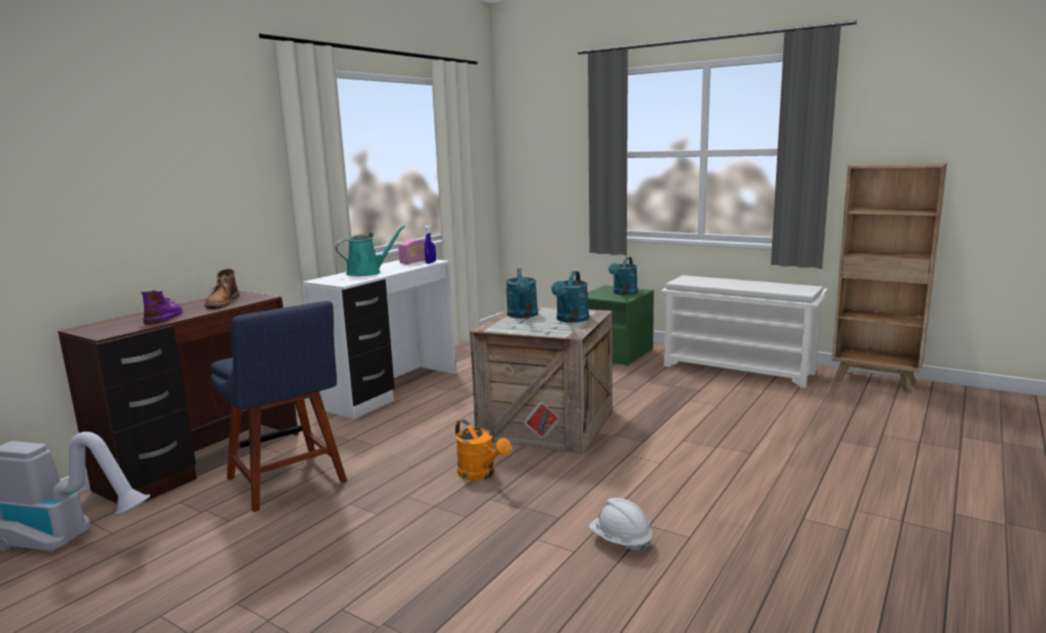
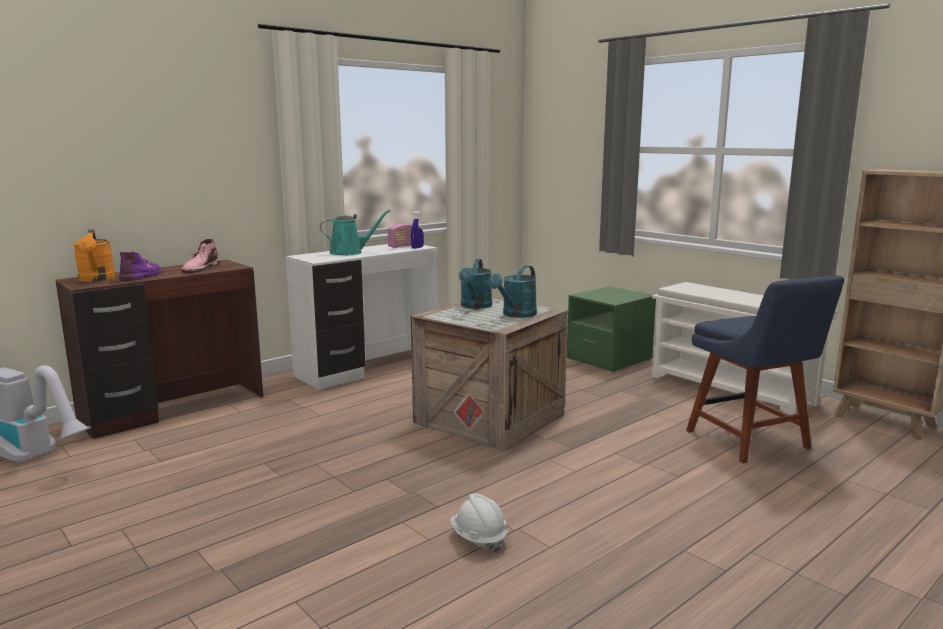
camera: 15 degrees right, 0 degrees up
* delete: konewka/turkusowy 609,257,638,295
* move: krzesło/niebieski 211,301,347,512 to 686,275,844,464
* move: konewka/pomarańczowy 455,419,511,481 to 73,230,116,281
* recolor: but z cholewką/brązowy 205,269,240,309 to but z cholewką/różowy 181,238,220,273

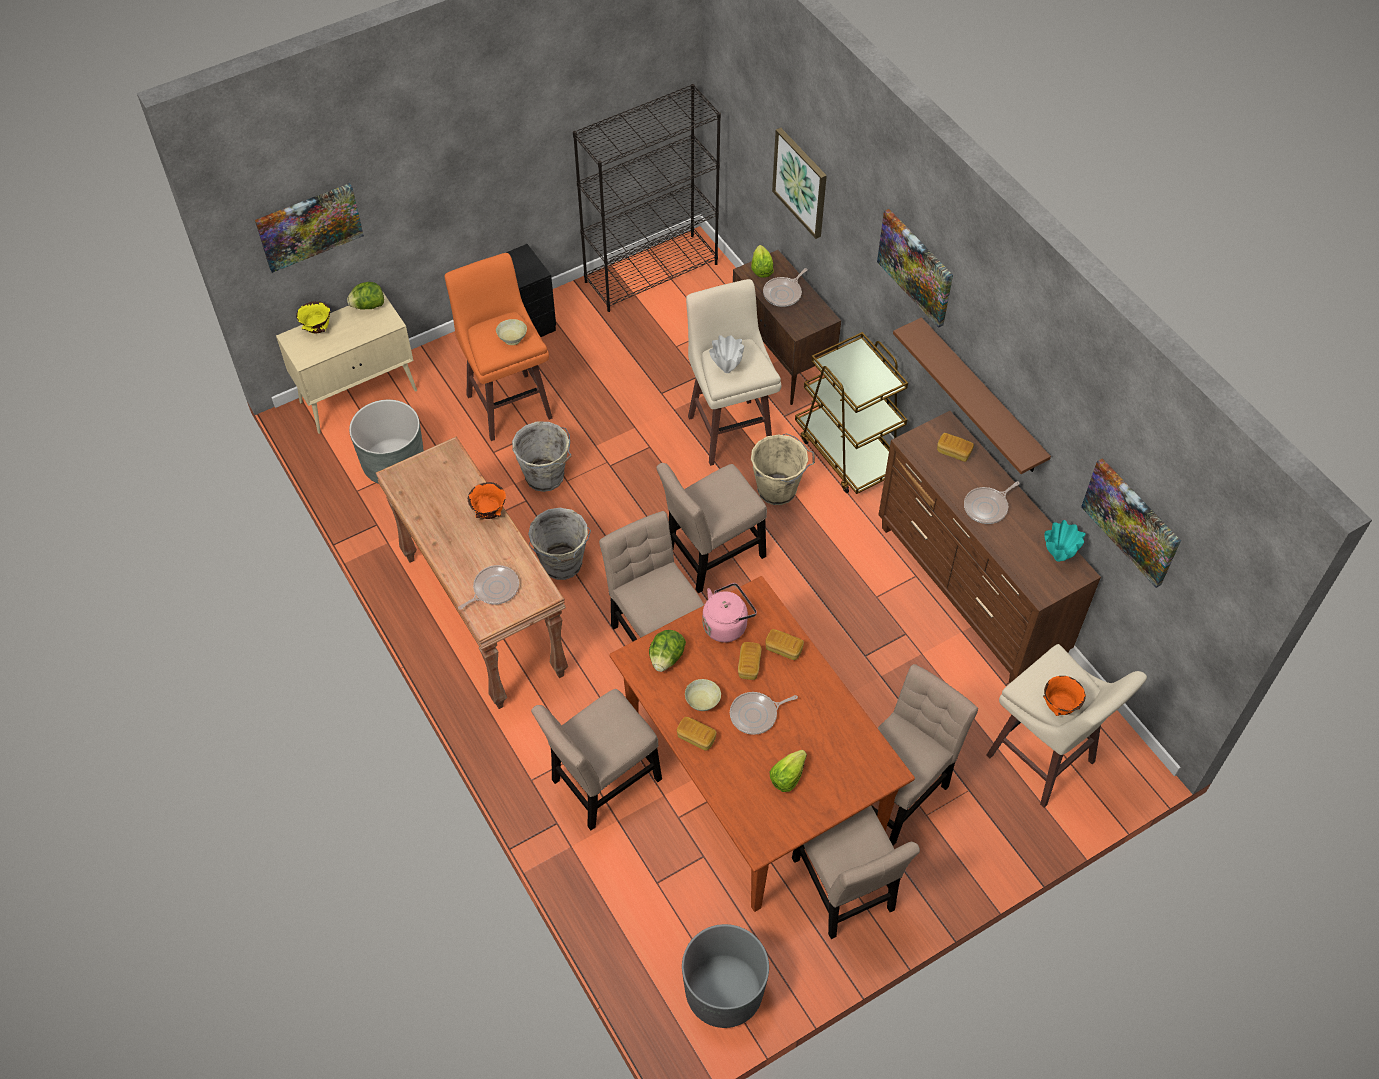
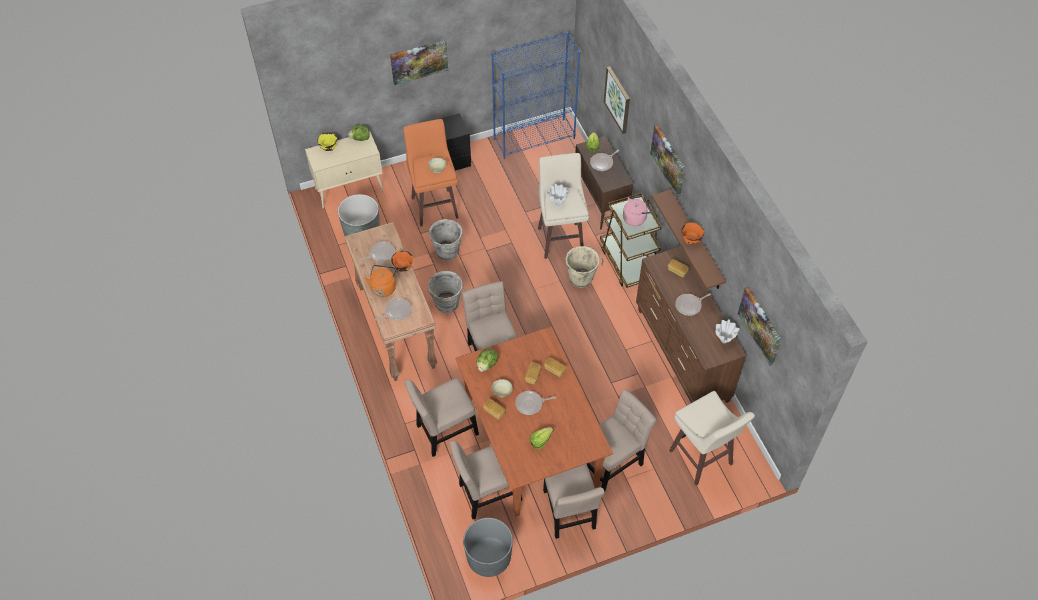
camera: 10 degrees right, 0 degrees up
* insert: patelnia 359,242,395,262
* insert: czajnik/pomarańczowy 364,265,396,297
* move: obraz 255,183,364,273 to 390,40,448,85
* move: krzesło/beżowy 656,463,767,593 to 449,441,522,519
* move: czajnik/różowy 703,583,757,642 to 623,196,652,226
* move: miska/pomarańczowy 1043,676,1086,716 to 681,223,704,244
* recolor: regał/czarny 573,84,721,312 to regał/niebieski 491,32,580,159
* recolor: wazon/turkusowy 1045,520,1086,562 to wazon/biały 715,319,740,343

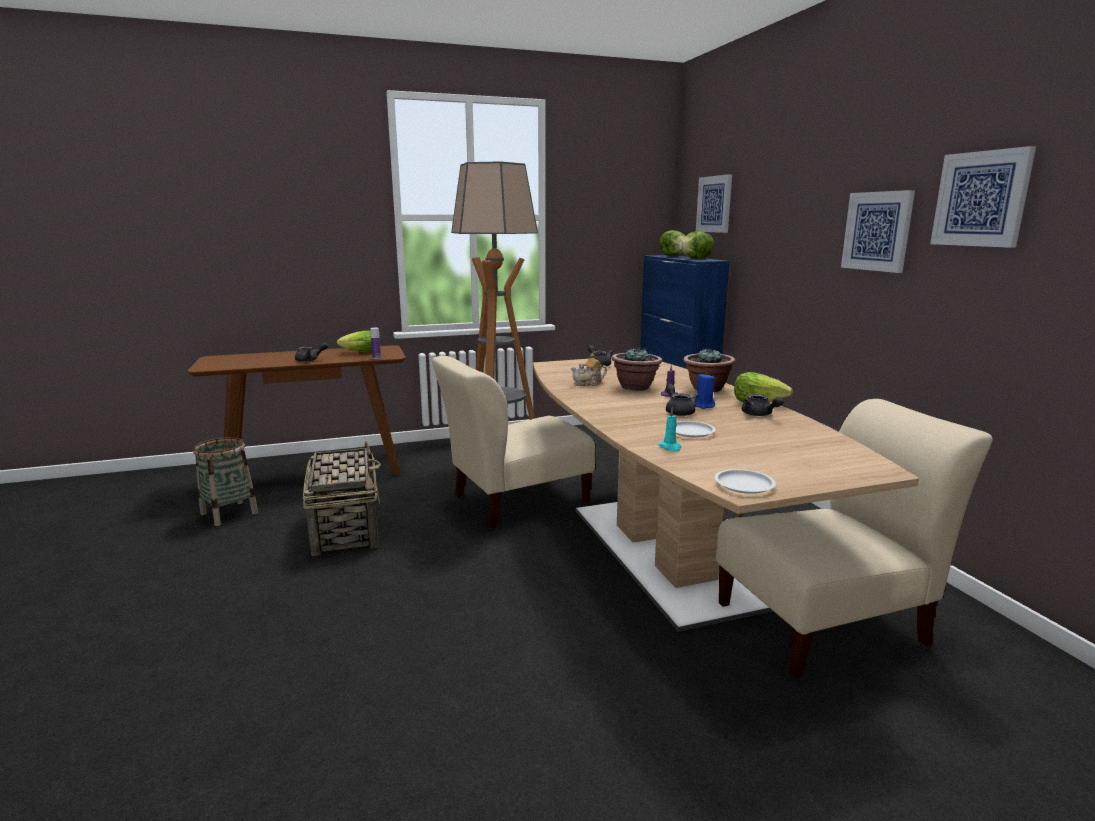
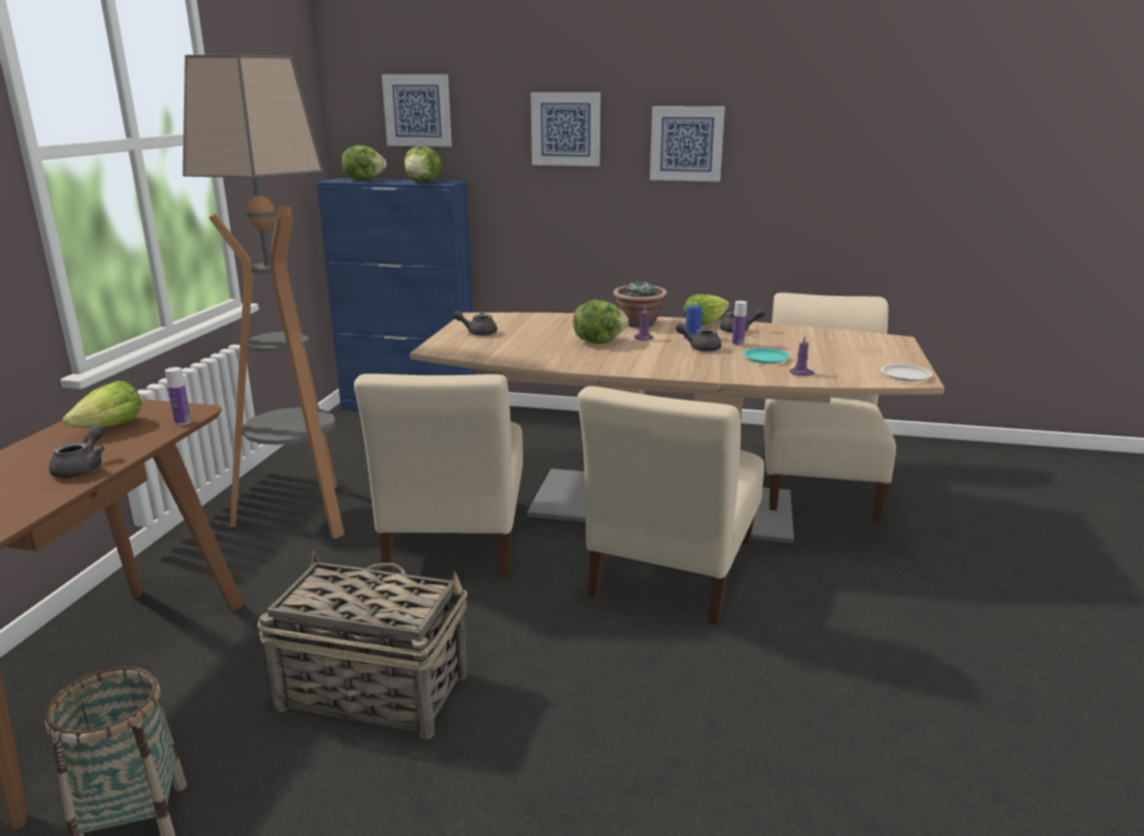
camera: 60 degrees left, 5 degrees up
* delete: imbryk 571,353,607,386
* insert: krzesło/beżowy 577,386,764,625
* insert: butelka 732,301,747,346
* move: obraz 930,146,1036,248 to 531,92,601,166
* replace: roślina doniczkowa 612,347,662,391 to sałata 573,300,629,344
* recolor: świeca/turkusowy 658,408,681,452 to świeca/fioletowy 790,336,815,376
* recolor: talerz/biały 676,421,715,437 to talerz/turkusowy 743,348,790,364

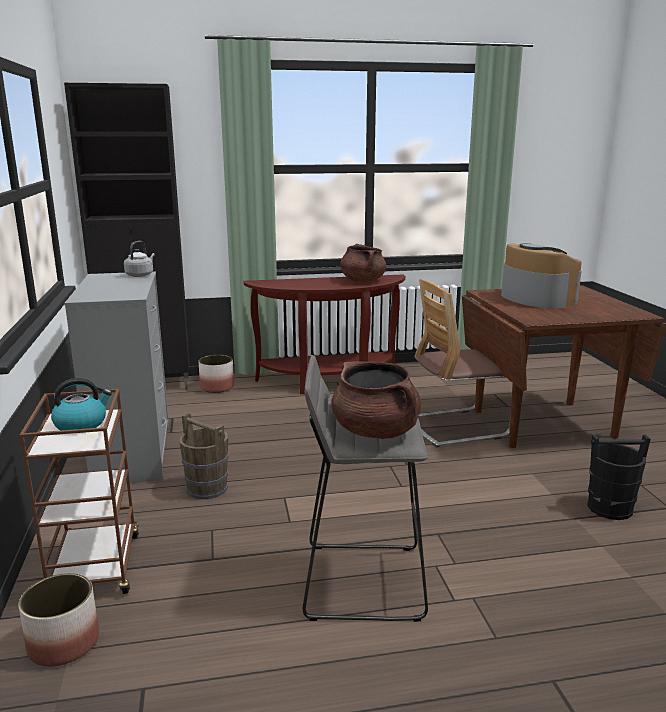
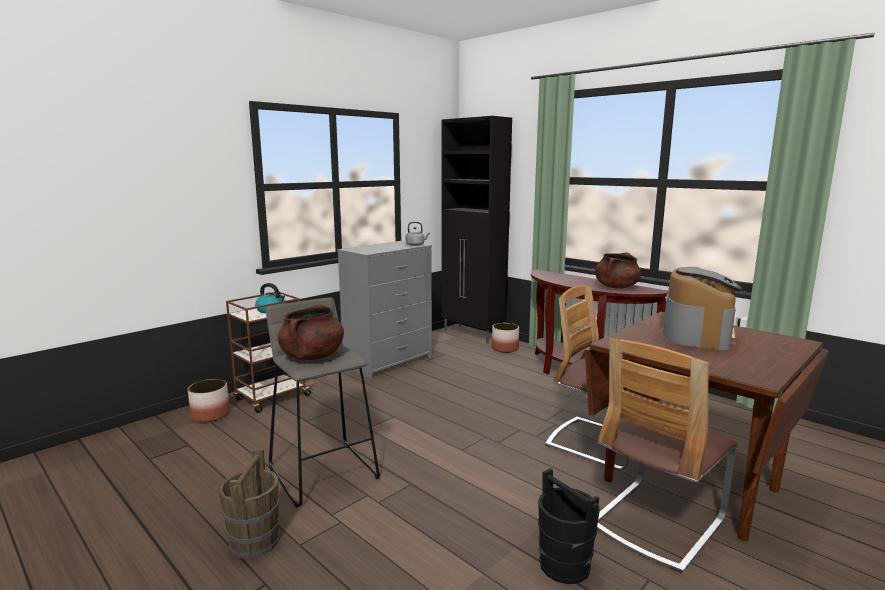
camera: 55 degrees right, 5 degrees down
* insert: krzesło 597,338,738,573
* move: wiadro/brązowy 179,413,229,499 to 219,449,279,559

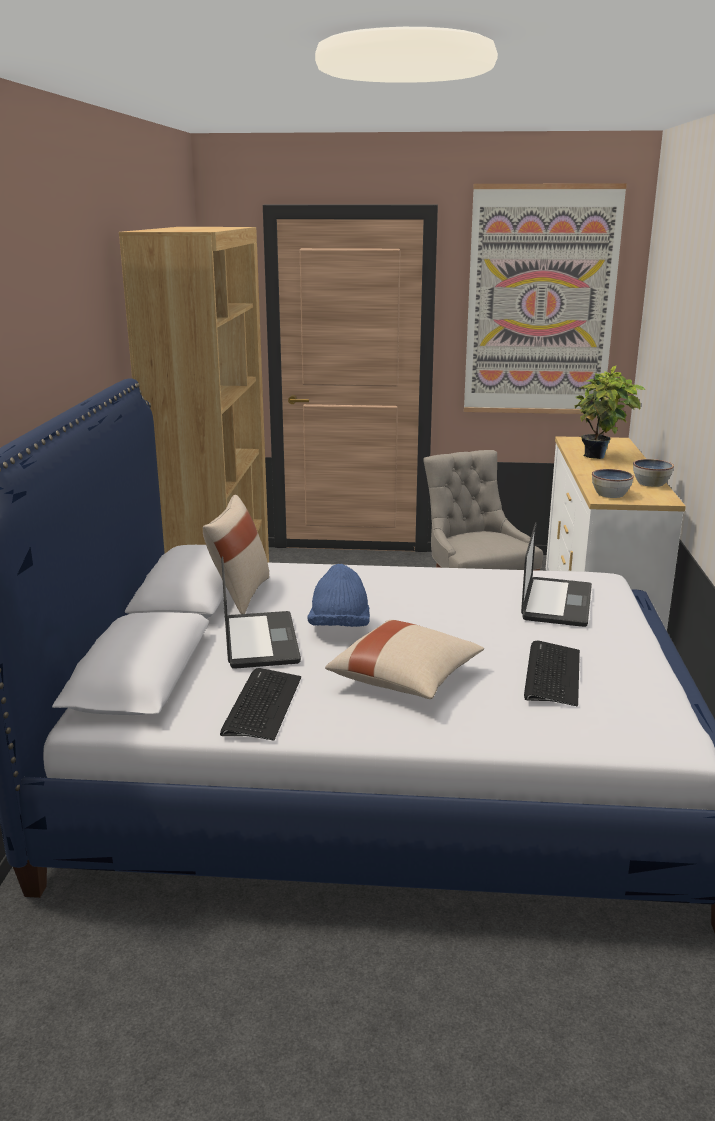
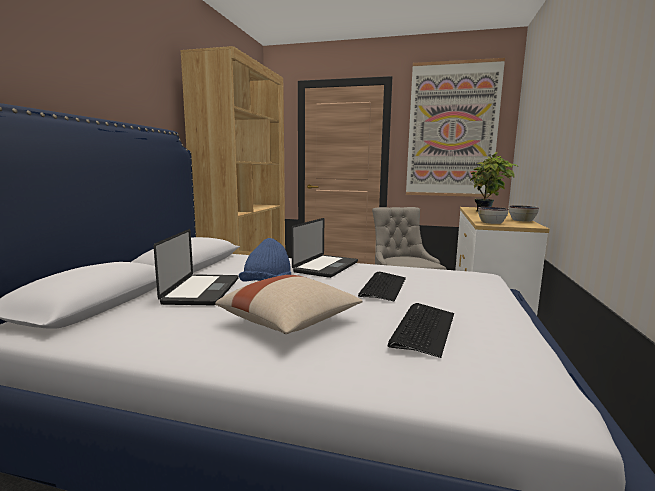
camera: 10 degrees right, 10 degrees down
* delete: poduszka/beżowy 203,495,269,614
* move: klawiatura 220,668,301,740 to 358,271,406,302
* move: laptop 521,522,592,627 to 292,218,358,278

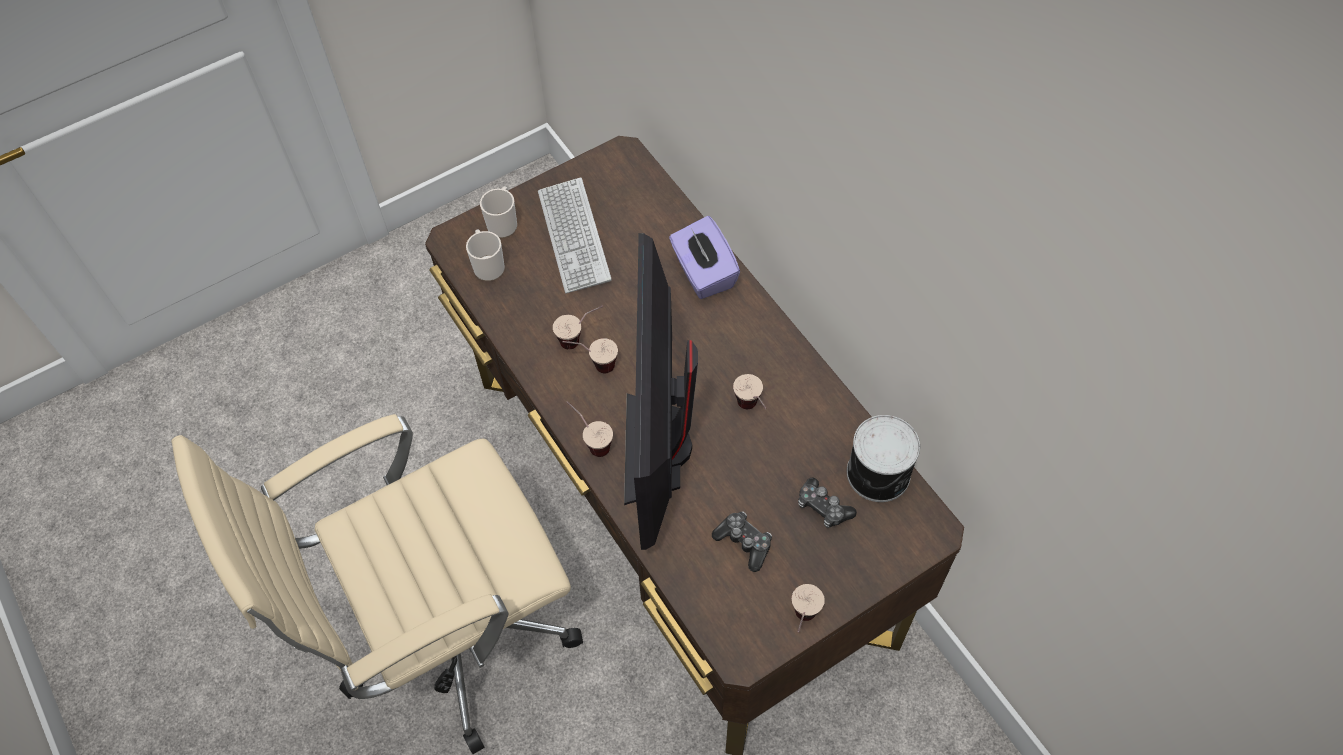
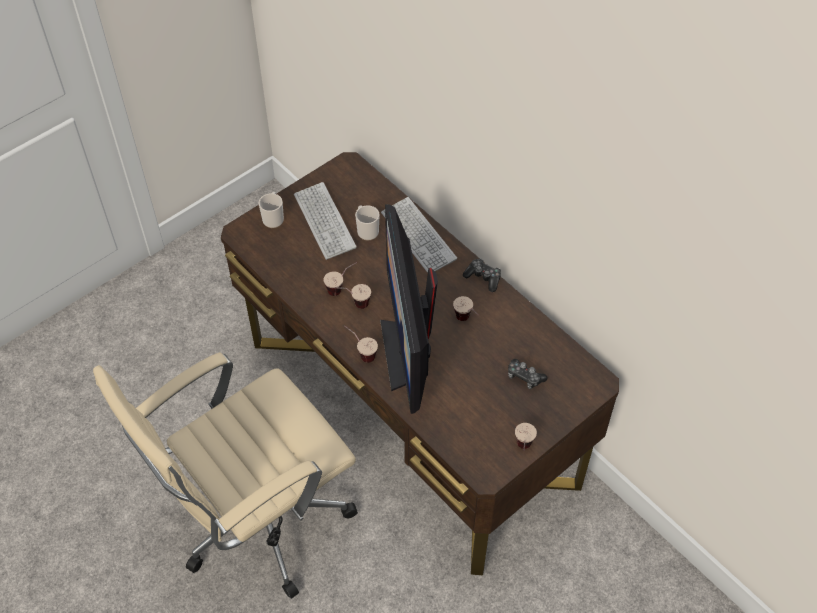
camera: 10 degrees left, 5 degrees down
* delete: puszka 847,415,920,502
* move: kubek 466,230,505,281 to 355,205,380,240
* move: pad do gier 712,511,772,572 to 463,258,501,292
* replace: pudełko chusteczek/fioletowy 669,216,740,299 to klawiatura 381,197,457,273

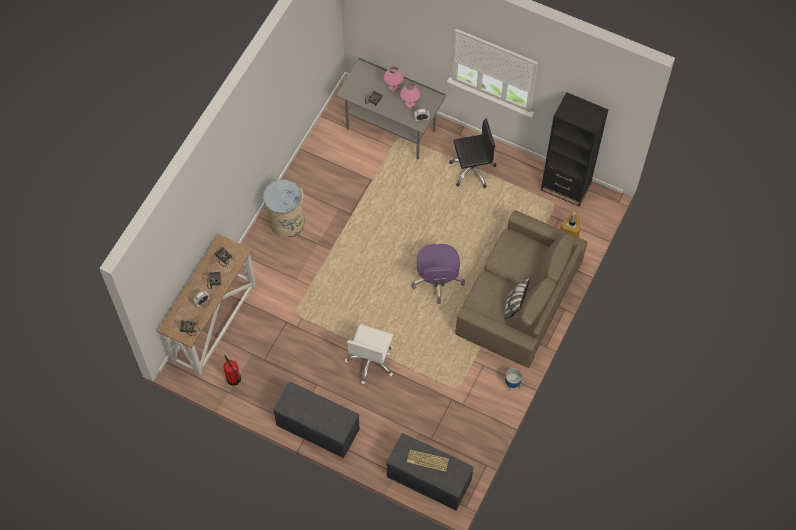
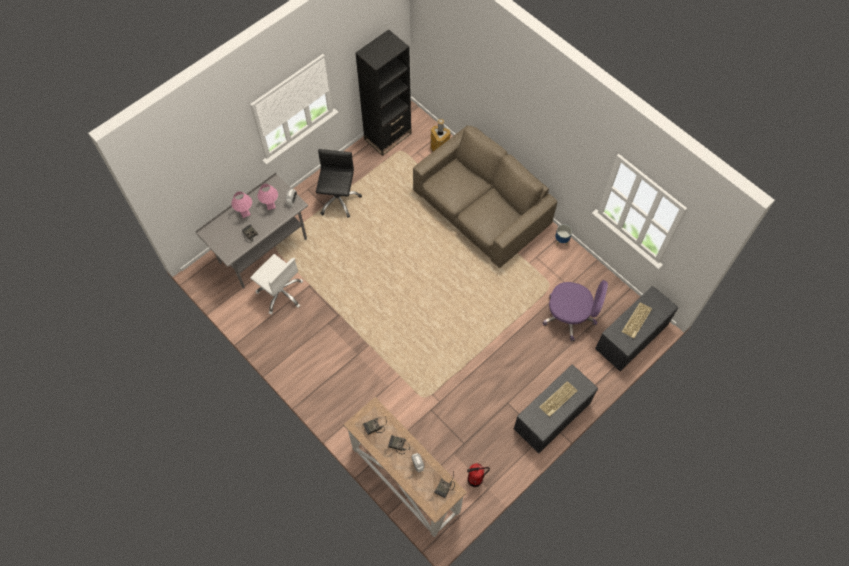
camera: 70 degrees left, 0 degrees up
* delete: kosz na śmieci/beżowy 263,179,305,238
* delete: poduszka 504,278,530,320
* insert: klawiatura 539,381,578,417
* move: krzesło biurowe/biały 345,324,393,384 to 250,254,303,315
* move: krzesło biurowe/fioletowy 412,244,465,304 to 543,280,608,342

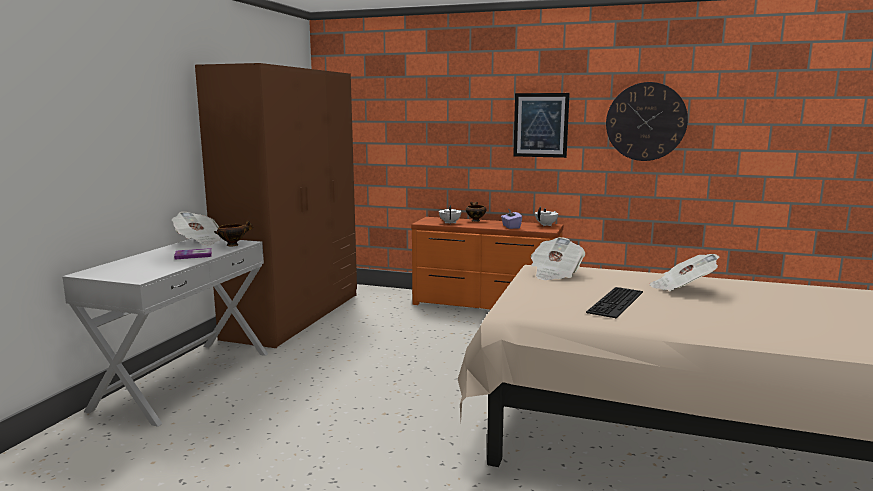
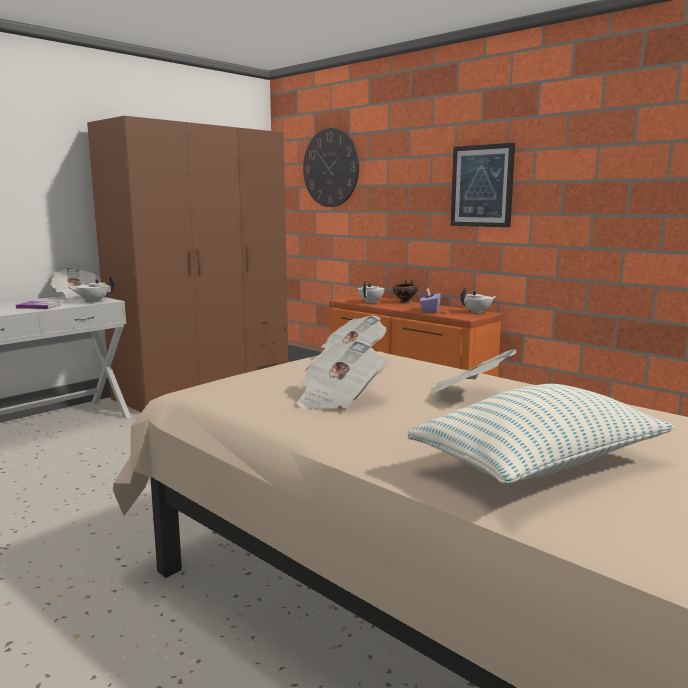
camera: 25 degrees right, 0 degrees up
* insert: poduszka 408,384,674,485
* move: zegar ścienny 606,82,688,161 to 303,128,359,207
* replace: miska 214,220,254,246 to imbryk/biały 68,275,115,303
* replace: klawiatura 586,287,643,319 to gazeta 297,341,385,409

